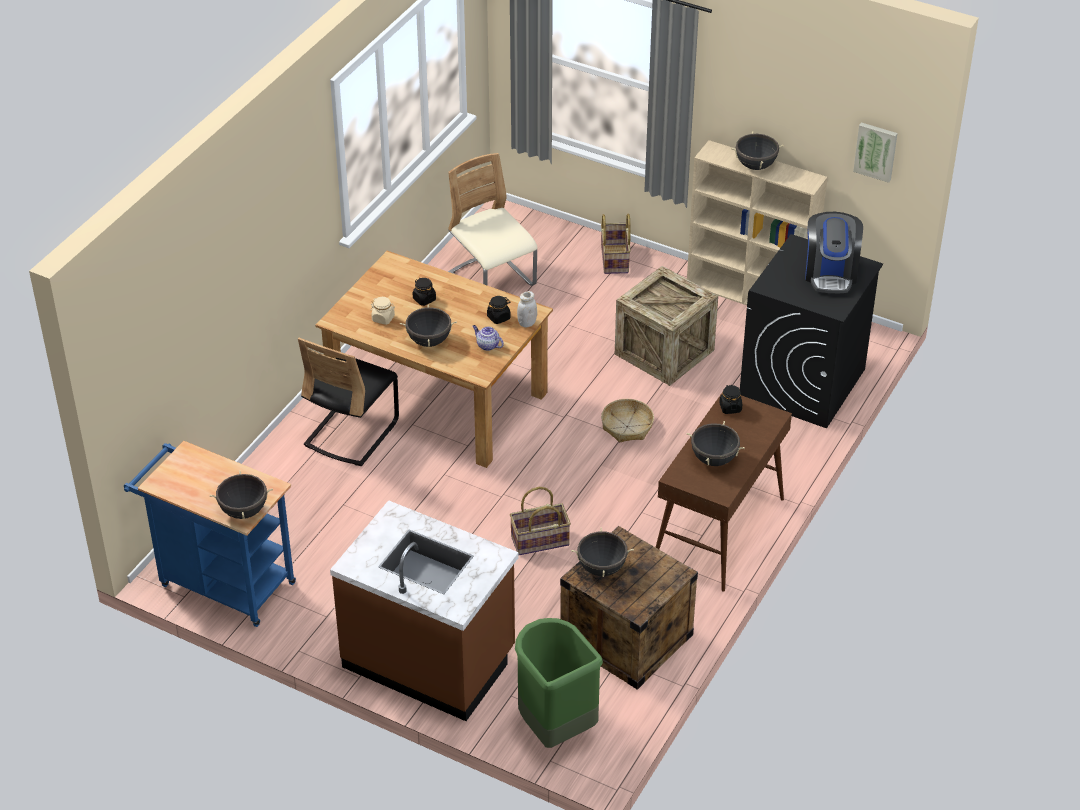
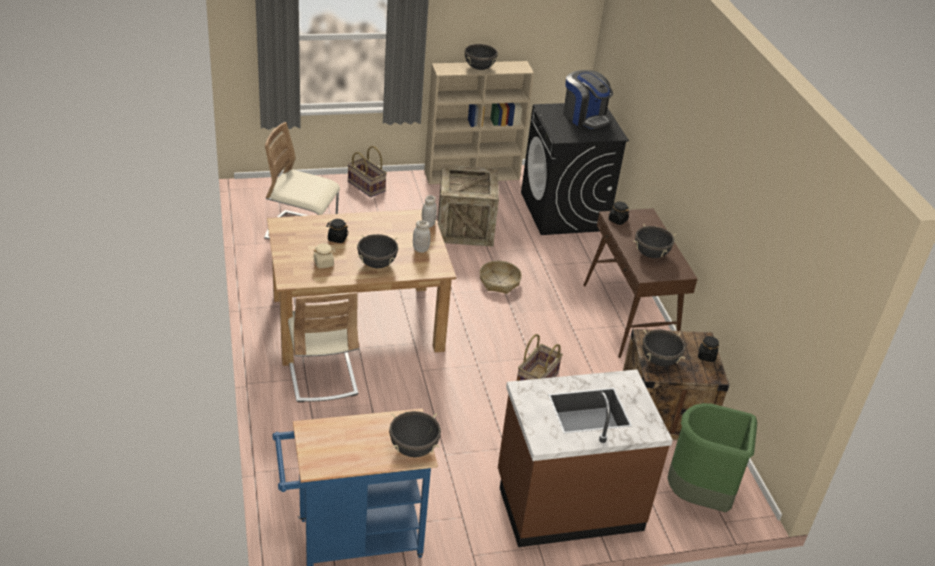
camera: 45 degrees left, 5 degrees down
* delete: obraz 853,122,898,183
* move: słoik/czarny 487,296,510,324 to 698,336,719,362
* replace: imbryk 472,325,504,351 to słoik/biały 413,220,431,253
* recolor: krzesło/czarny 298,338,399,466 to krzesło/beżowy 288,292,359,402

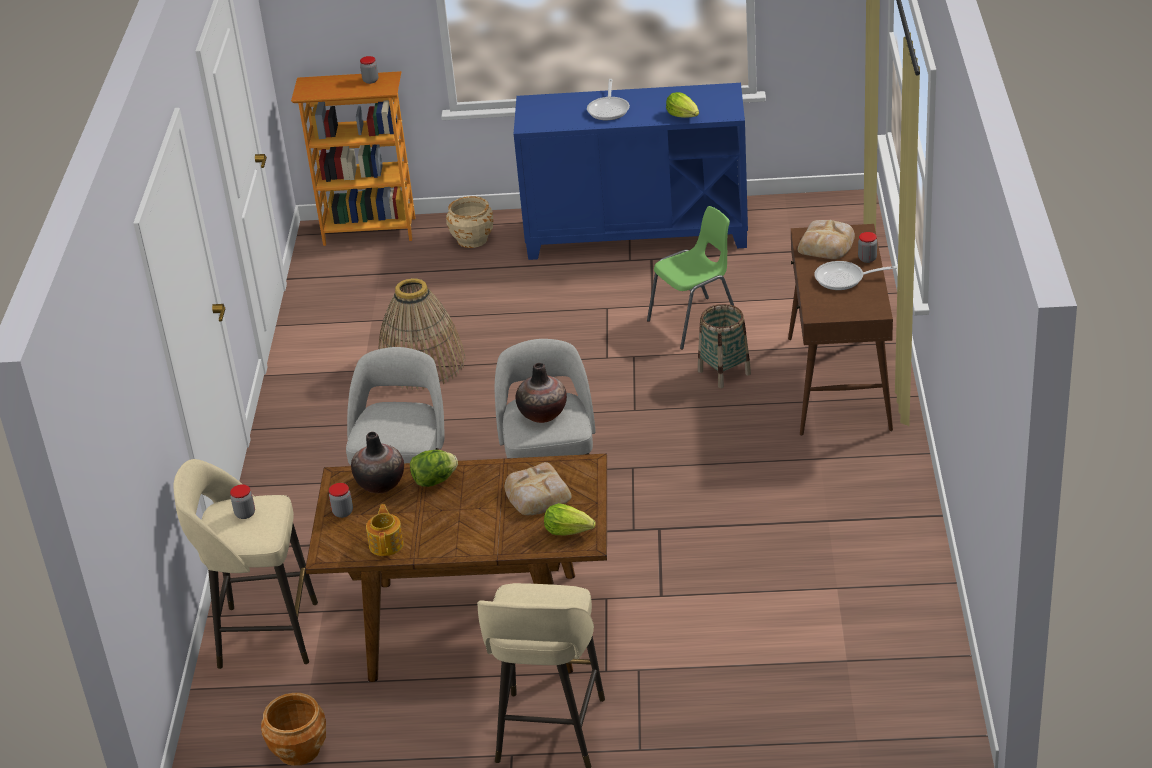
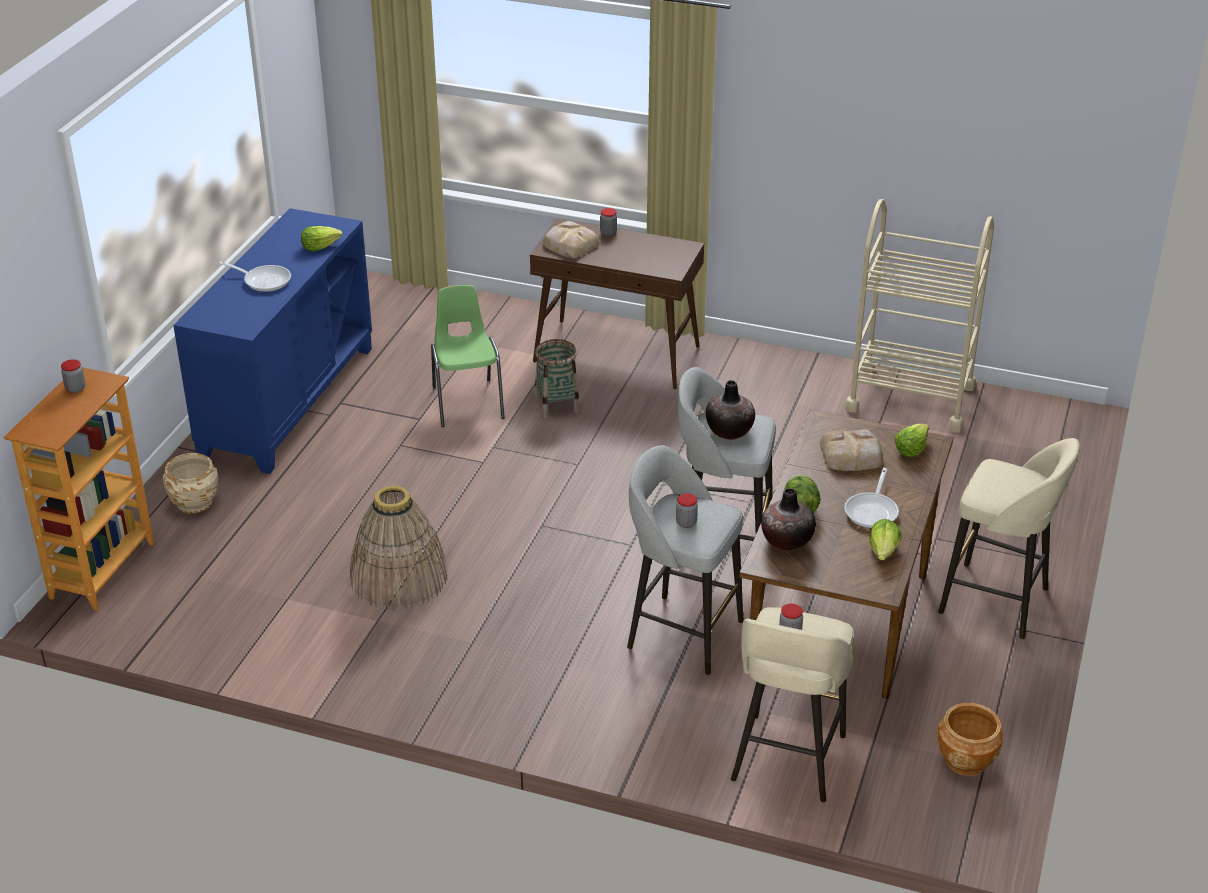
camera: 75 degrees left, 0 degrees up
* insert: wózek/beżowy 845,199,994,432
* move: słoik 329,483,353,518 to 676,493,698,528
* move: patelnia 815,261,897,290 to 844,468,899,528
* replace: imbryk 366,504,404,556 to sałata 869,519,902,560

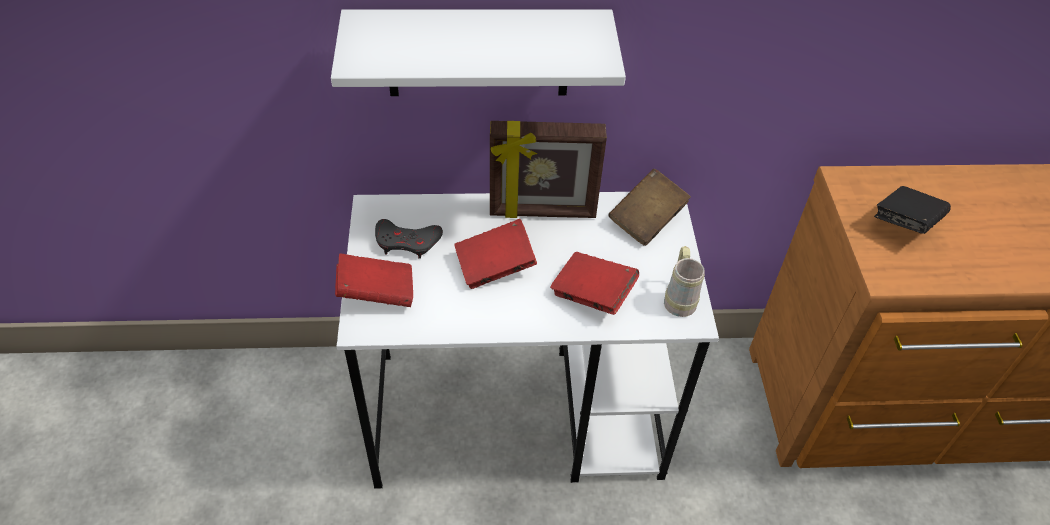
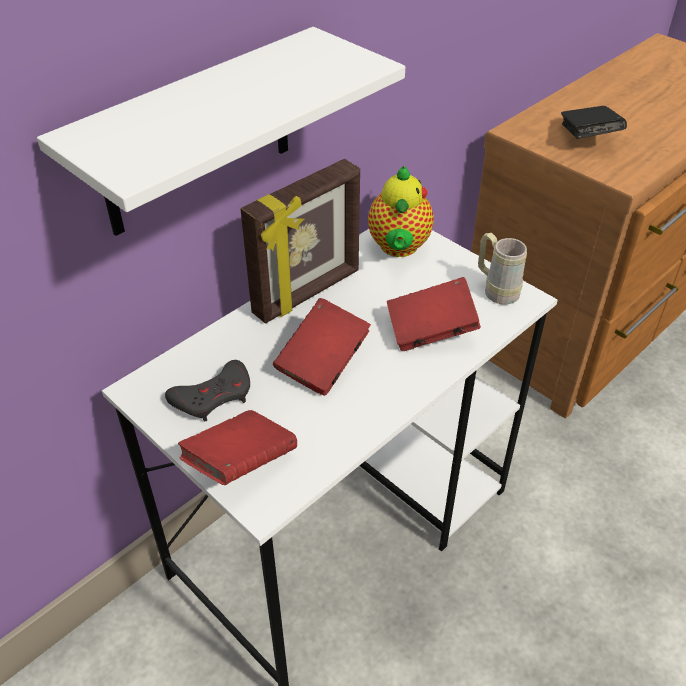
camera: 40 degrees left, 5 degrees down
* replace: książka/brązowy 608,169,691,246 to imbryk 368,166,434,257

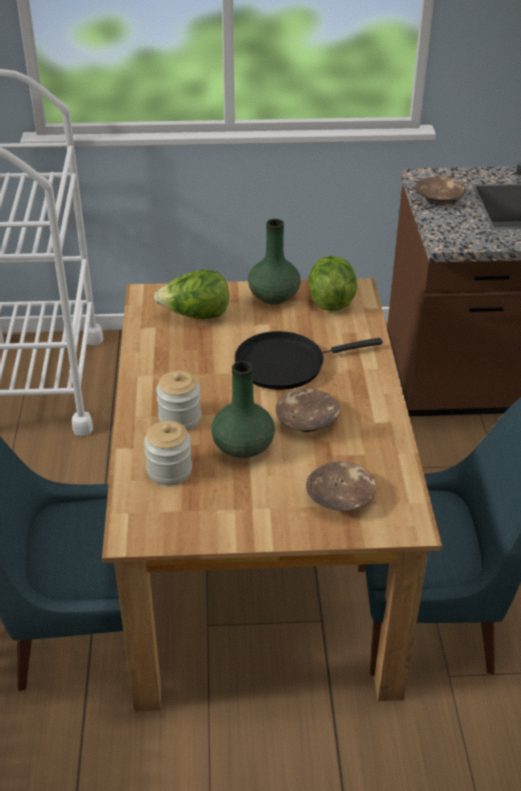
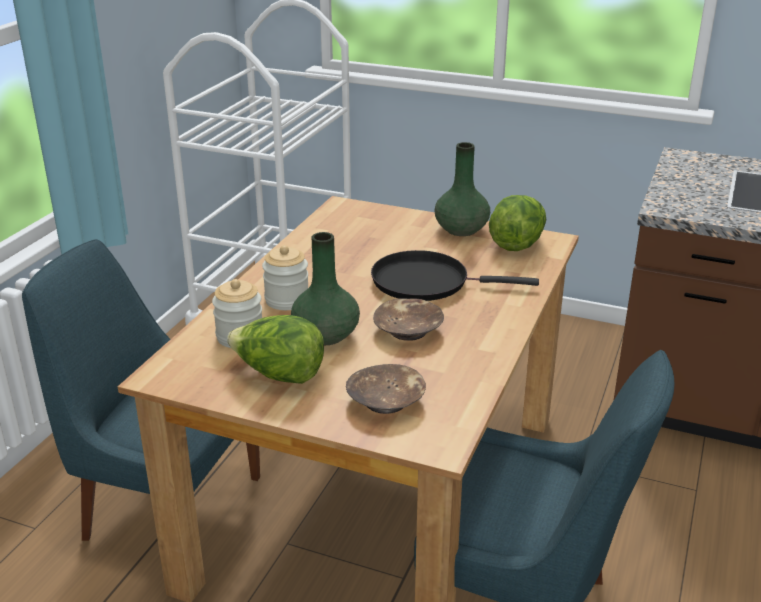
camera: 25 degrees right, 10 degrees down
* delete: miska/brązowy 415,176,466,206
* move: sałata 154,270,229,319 to 227,315,324,384

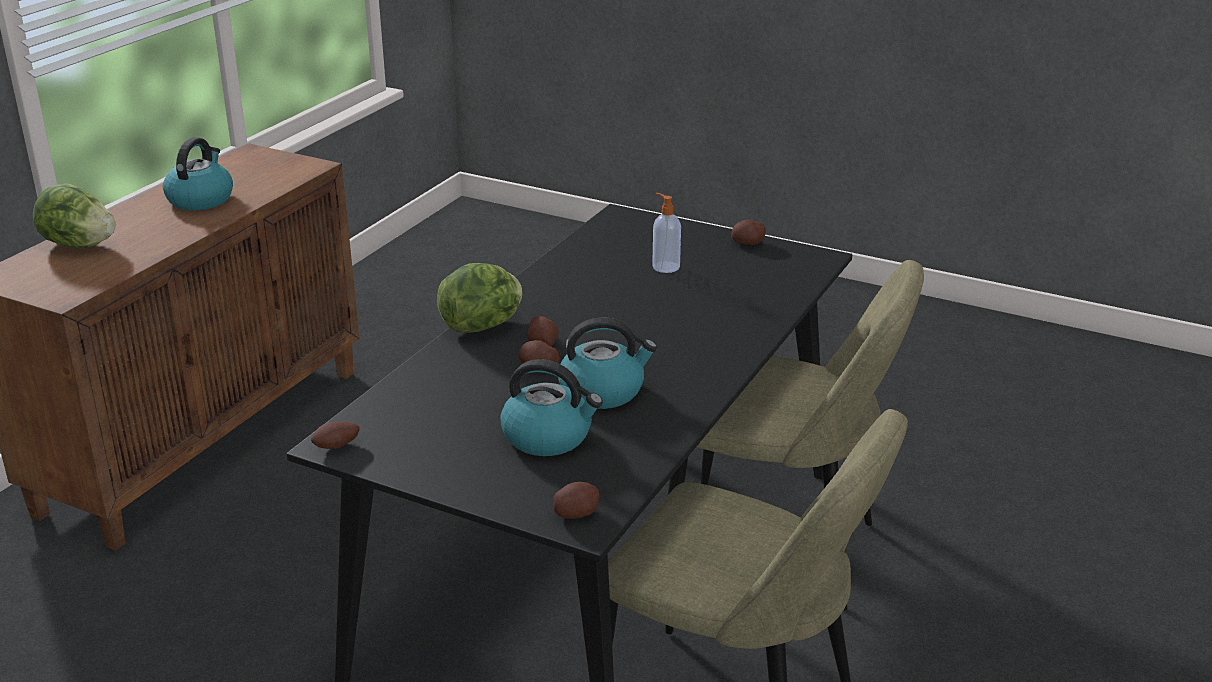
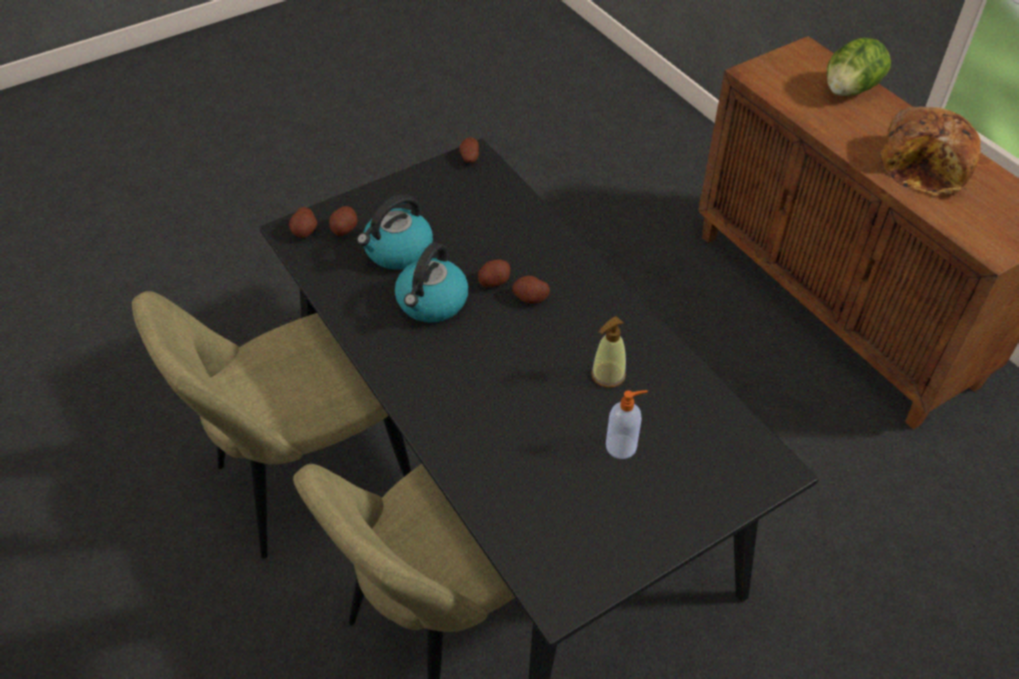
camera: 120 degrees right, 20 degrees up
* delete: sałata 437,263,523,332
* insert: dozownik mydła 591,316,626,388
* move: ziemniak 731,219,766,245 to 329,206,357,236
* replace: czajnik 163,137,233,211 to chleb 879,107,981,195

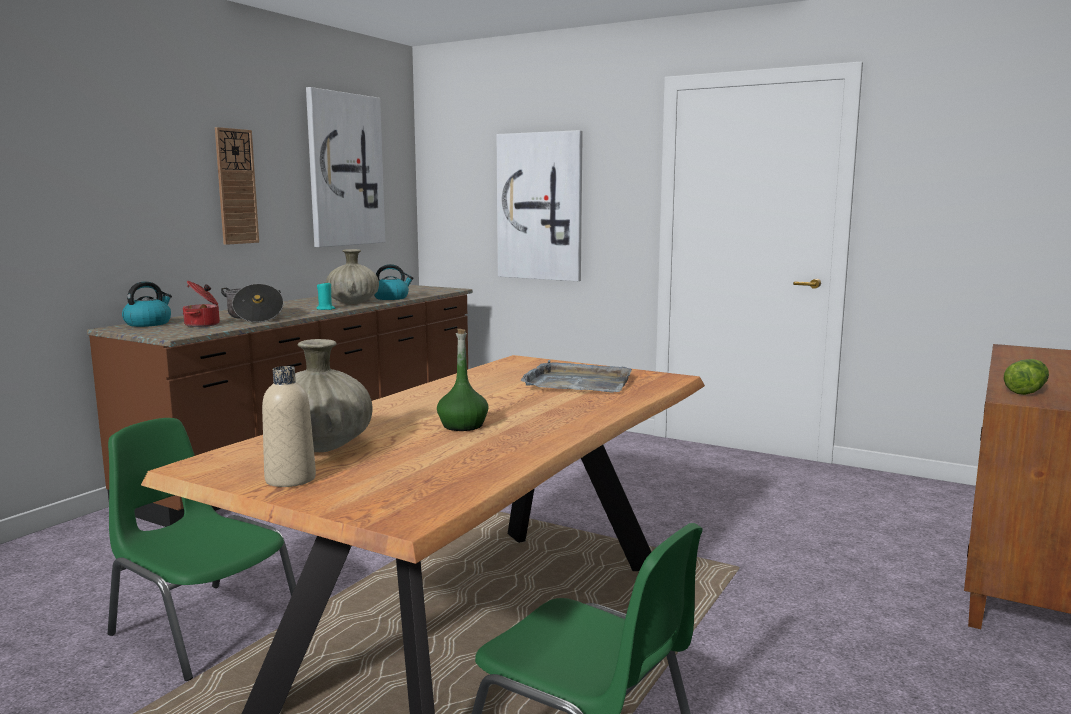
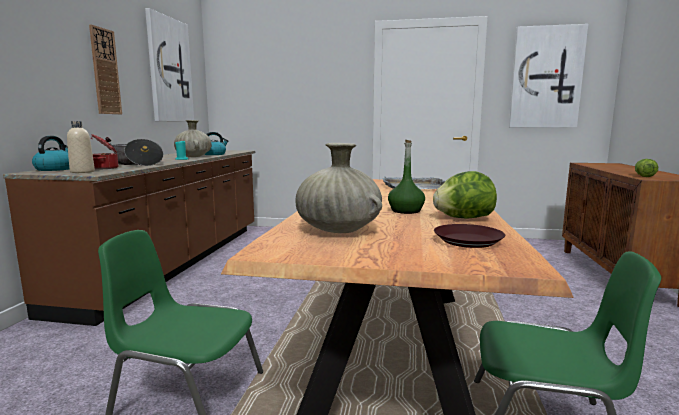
camera: 20 degrees left, 0 degrees up
* insert: sałata 433,171,497,219
* insert: talerz/brązowy 434,224,505,248
* move: butelka/beżowy 262,366,316,487 to 67,121,95,173
* move: obraz 496,130,583,281 to 509,24,588,128

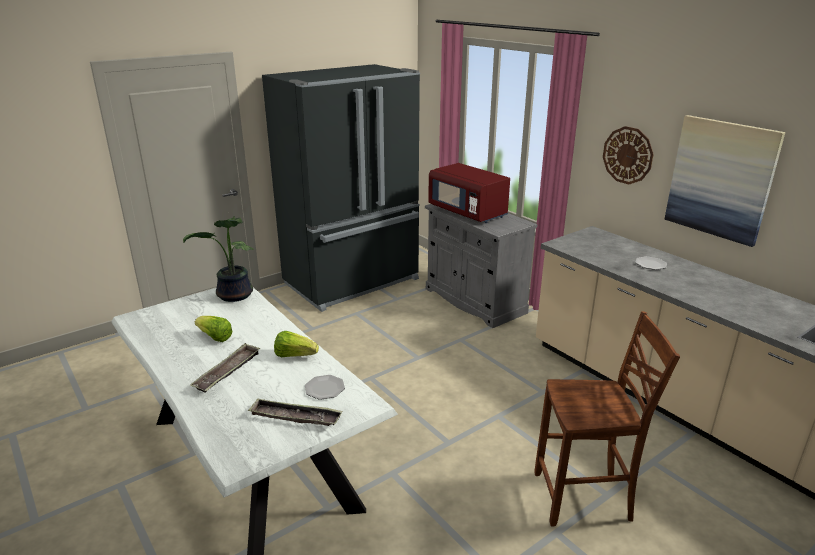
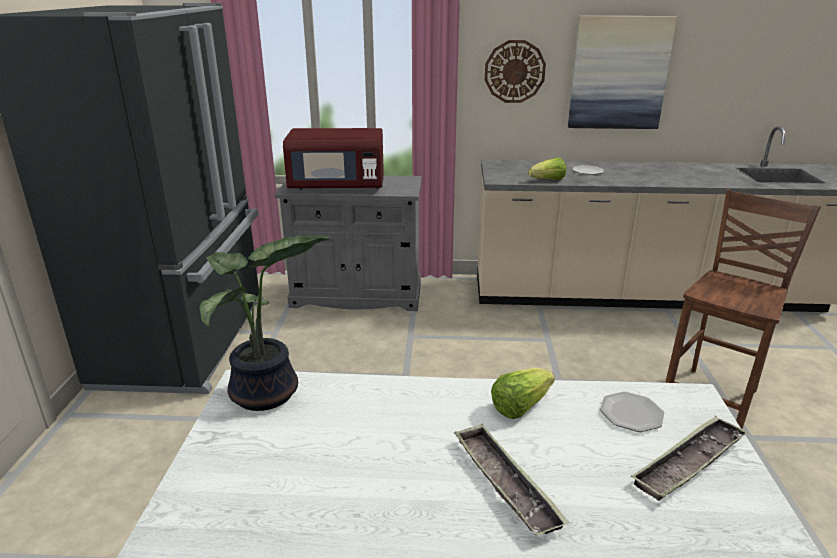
camera: 50 degrees left, 0 degrees up
* move: sałata 195,316,233,342 to 528,157,566,180

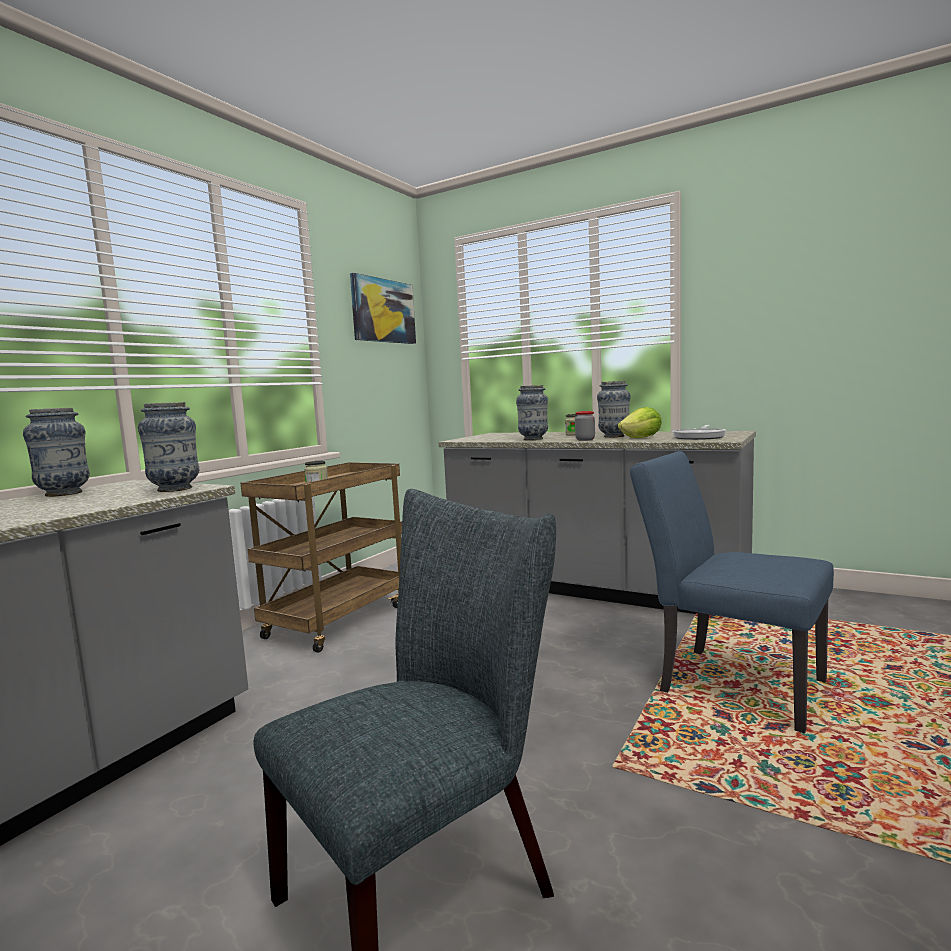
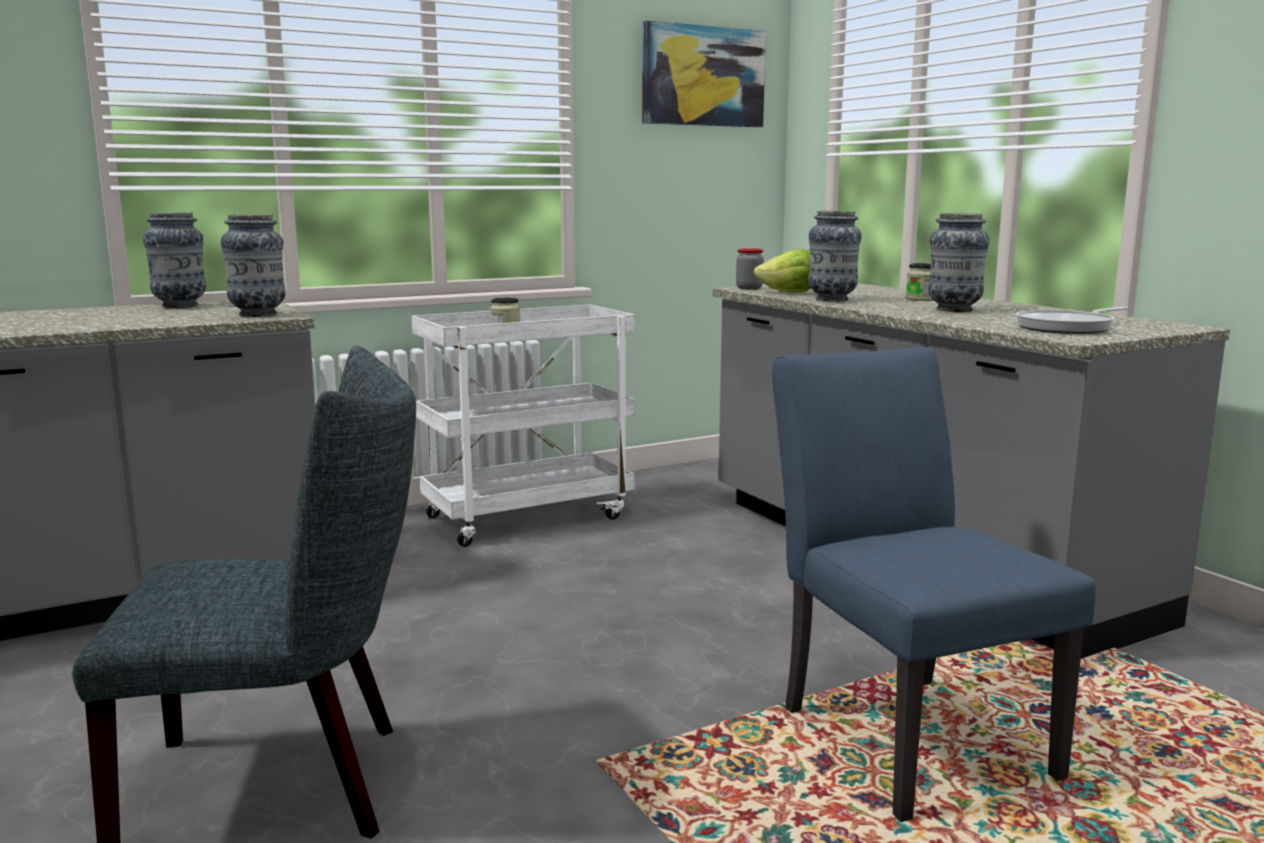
camera: 30 degrees right, 5 degrees up
* move: słoik 575,411,595,441 to 736,248,764,290
* move: sałata 618,407,662,438 to 754,249,811,293
* recolor: wózek/brązowy 240,462,402,653 to wózek/biały 411,305,635,547

